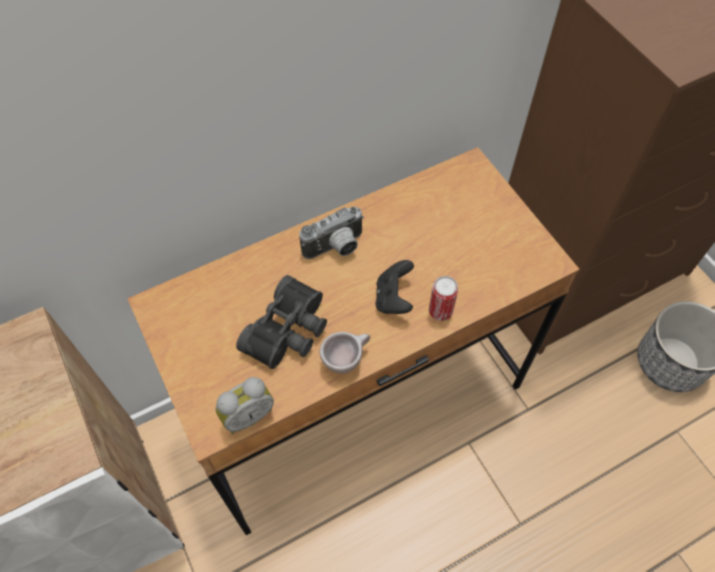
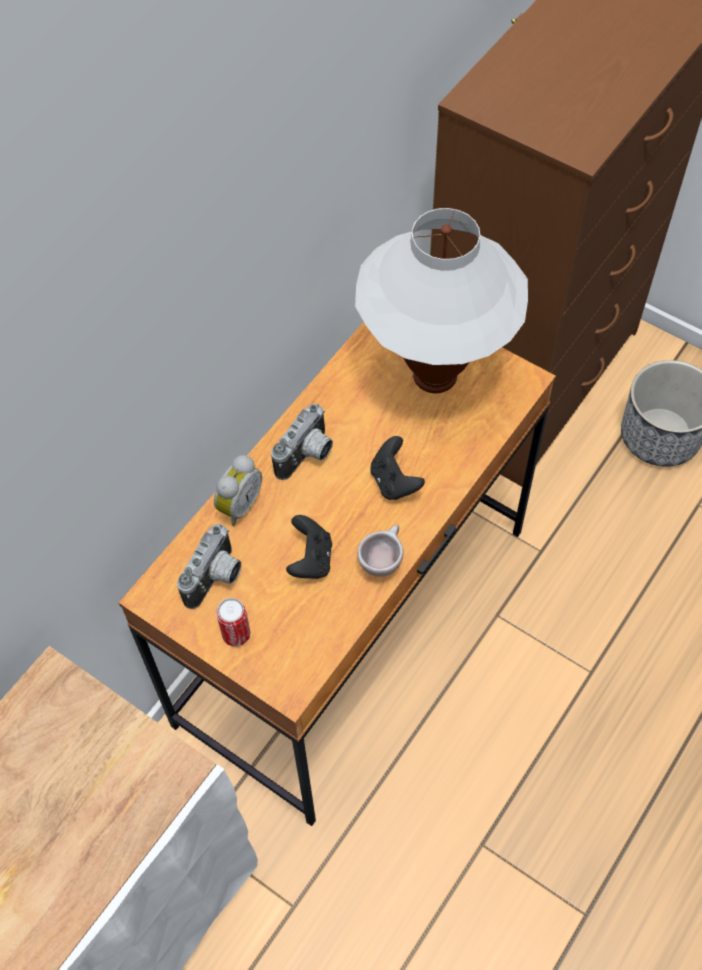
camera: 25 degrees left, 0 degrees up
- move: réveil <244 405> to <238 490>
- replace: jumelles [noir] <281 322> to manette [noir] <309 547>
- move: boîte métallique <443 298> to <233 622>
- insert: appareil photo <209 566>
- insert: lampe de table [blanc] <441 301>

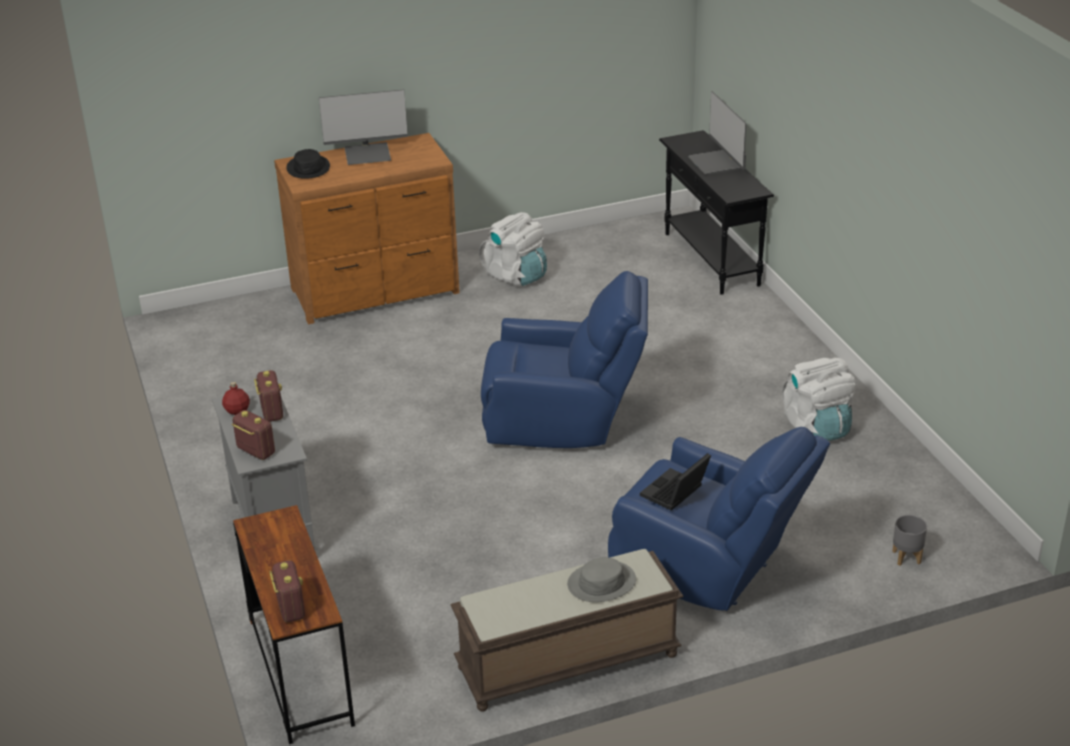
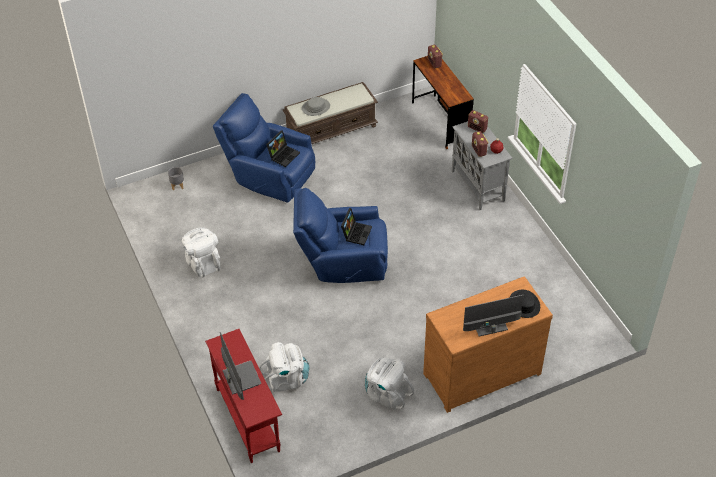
camera: 175 degrees right, 15 degrees up
- recolor: table console [noir] <716 212> to table console [rouge] <243 396>
- insert: sac à dos [blanc] <284 367>
- insert: ordinateur portable <356 226>

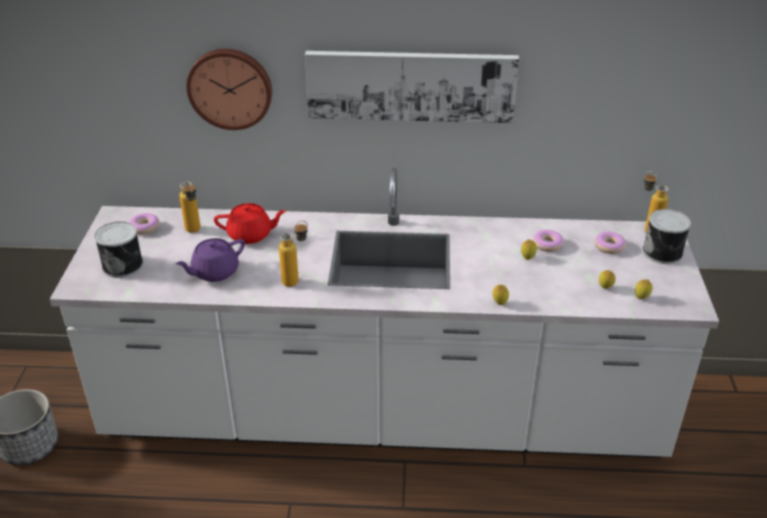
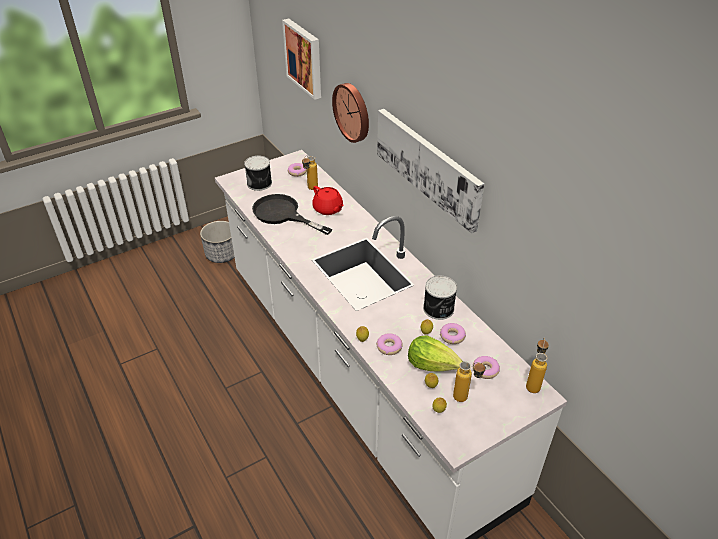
camera: 55 degrees right, 5 degrees up
- replace: théière [violet] <210 260> to poêle [noir] <292 214>
- move: bouteille <293 254> to <469 381>
- move: boîte métallique <666 236> to <440 297>
- insert: tableau <301 59>
- insert: beignet <389 344>
- insert: laitue <435 353>

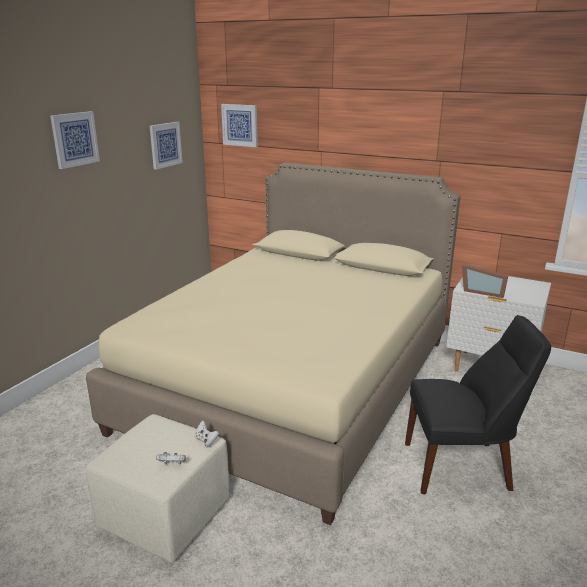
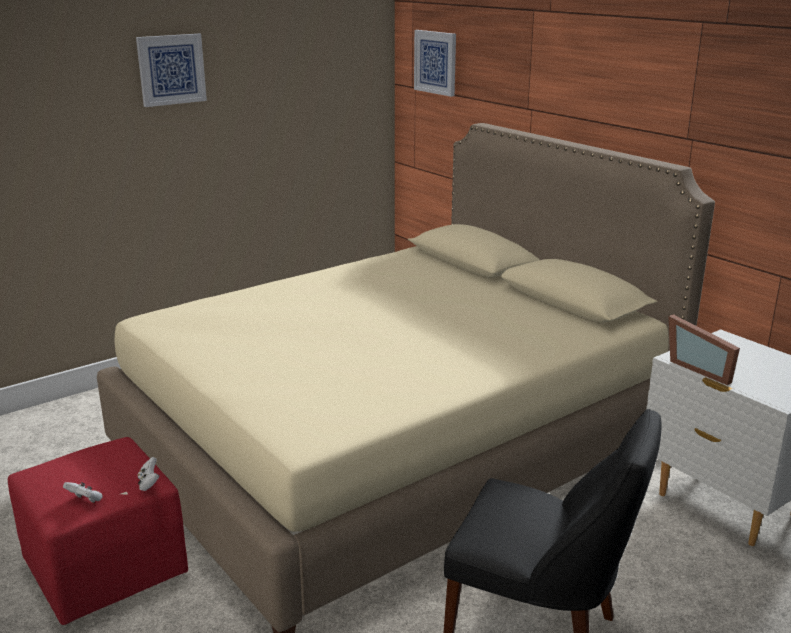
camera: 25 degrees right, 0 degrees up
- recolor: pouf [beige] <158 488> to pouf [rouge] <98 531>
- delete: tableau <166 145>

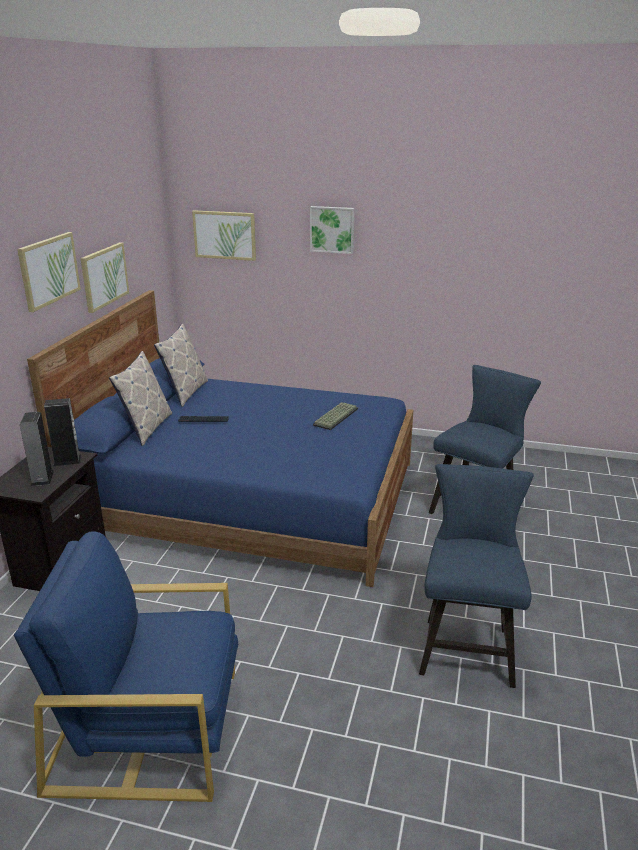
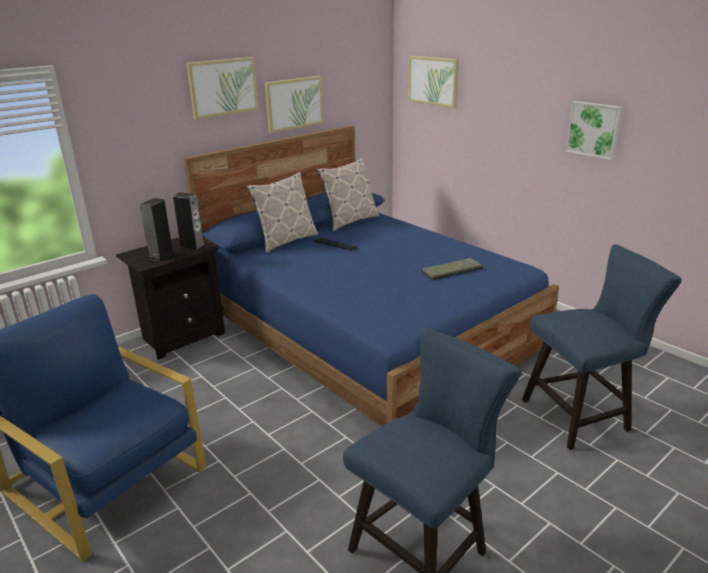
camera: 35 degrees right, 0 degrees up
- move: tableau <332 230> to <594 130>

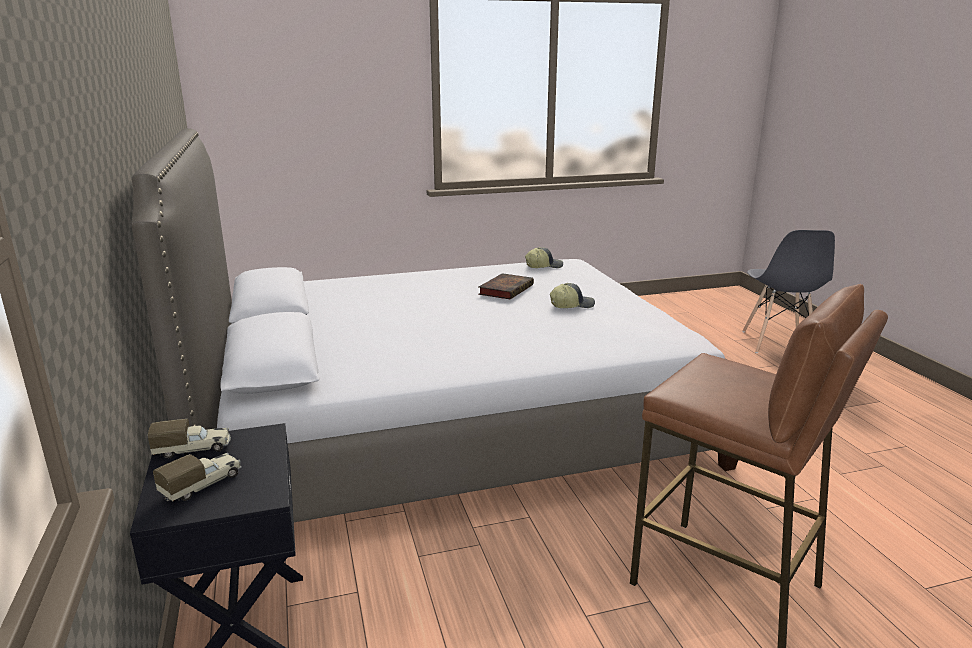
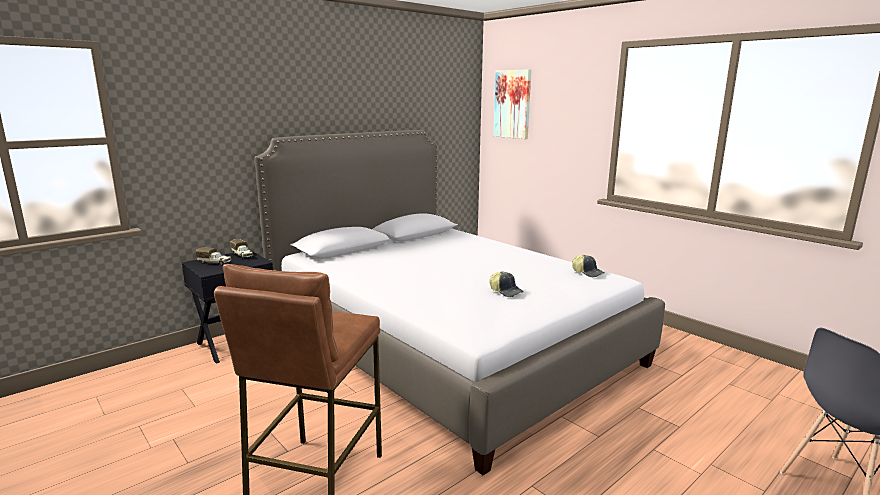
camera: 65 degrees right, 5 degrees down
- delete: livre <506 286>
- insert: tableau <512 104>

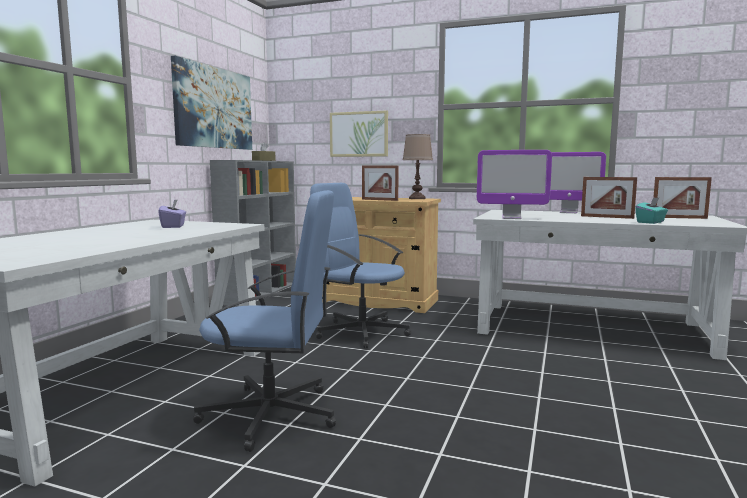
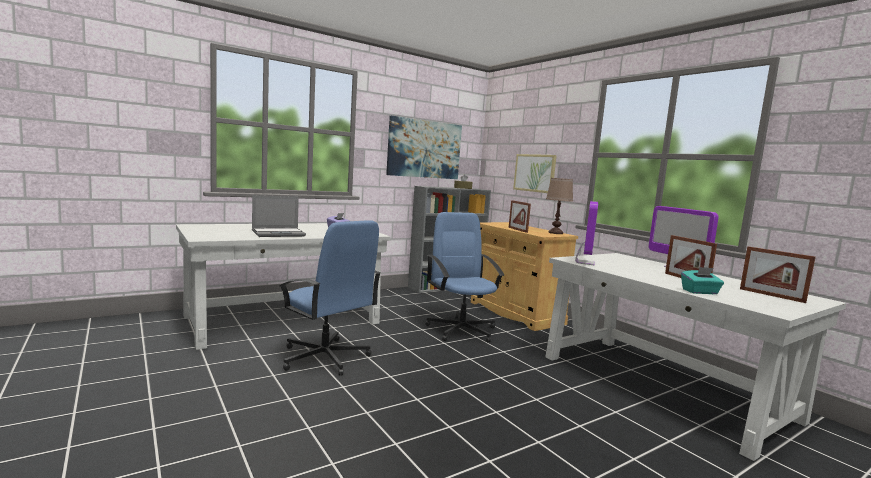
camera: 35 degrees right, 0 degrees up
- rotate: écran d'ordinateur <514 184> = <586 233> 120 degrees counterclockwise
- insert: ordinateur portable <279 216>

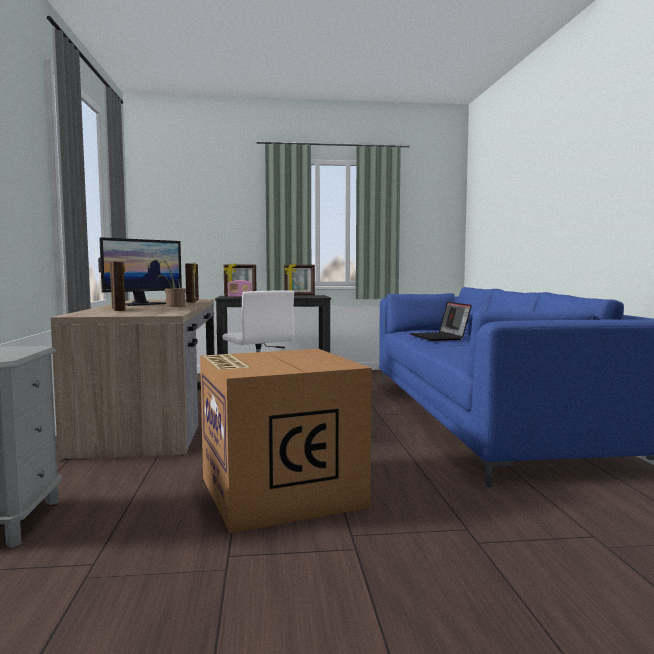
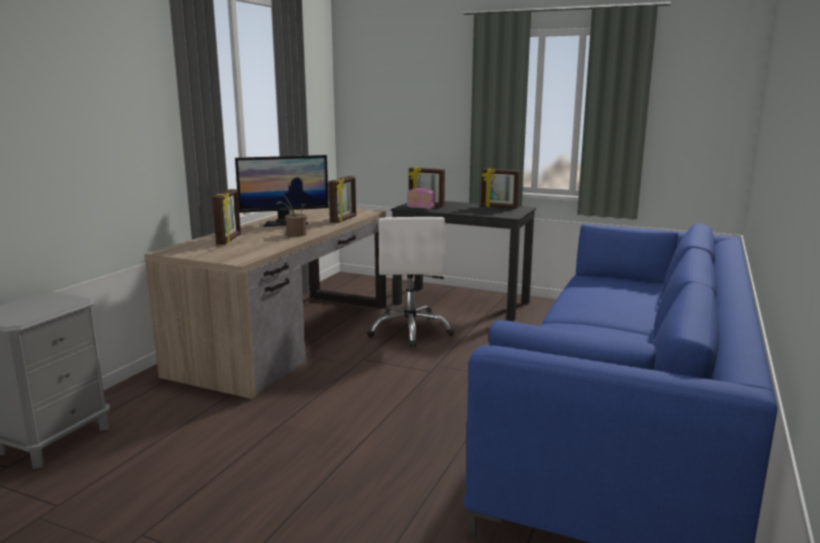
camera: 30 degrees right, 10 degrees up
- delete: carton <286 441>
- delete: ordinateur portable <441 321>

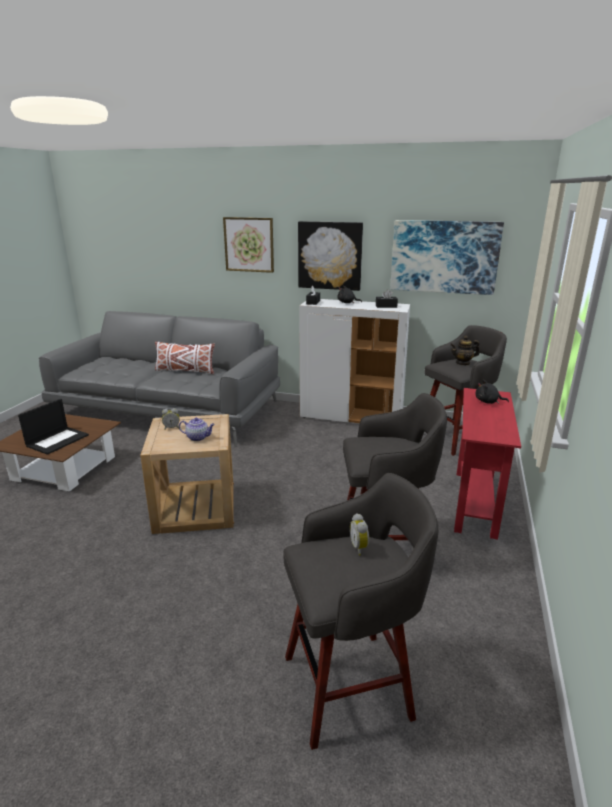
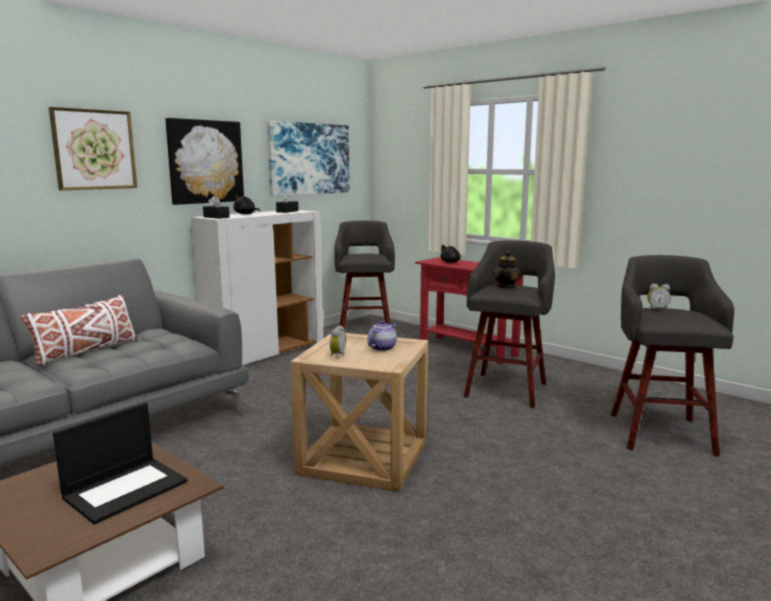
camera: 65 degrees left, 10 degrees down
- rotate: ordinateur portable <53 427> = <120 463> 75 degrees clockwise
- move: théière <465 351> to <507 269>

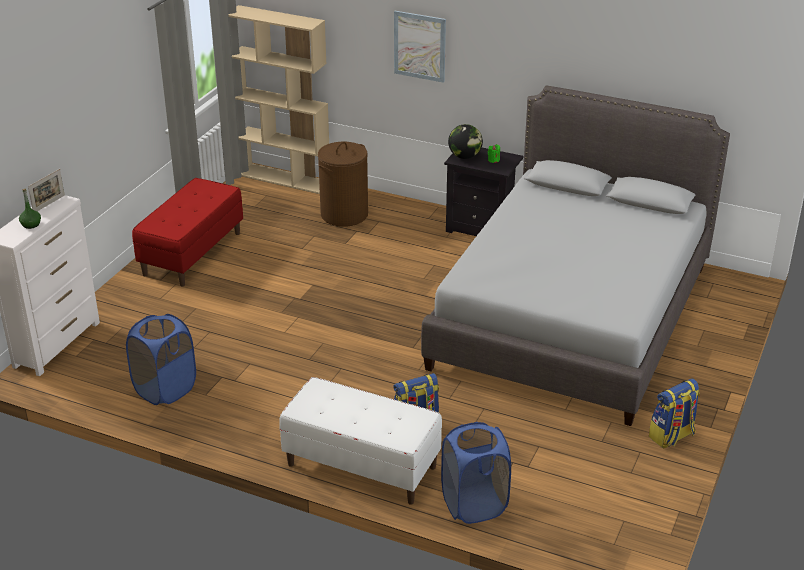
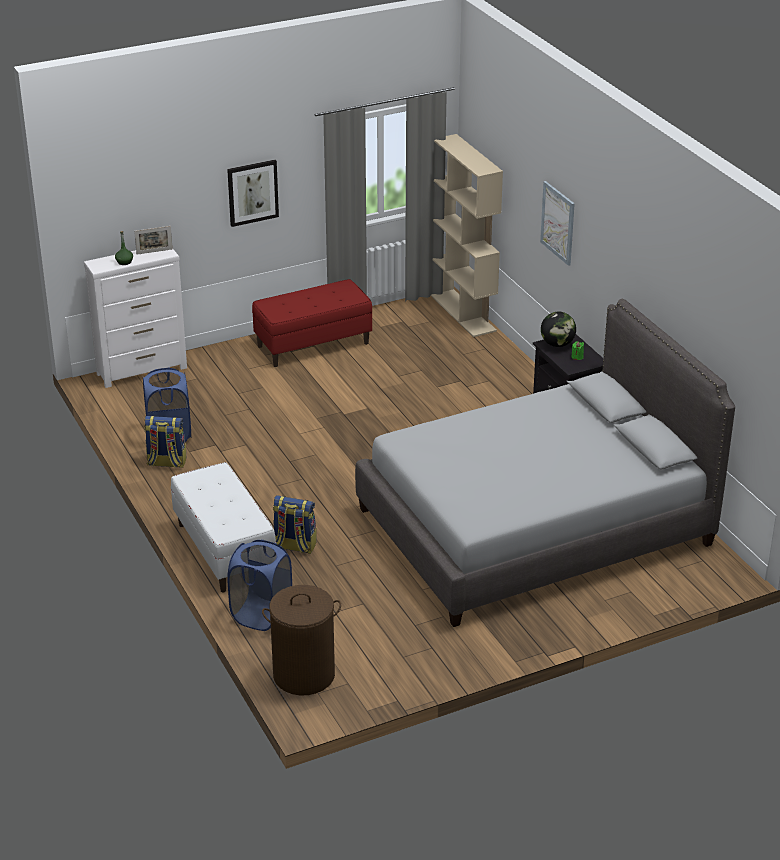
camera: 40 degrees right, 0 degrees up
- move: panier à linge [marron] <343 184> to <301 640>
- move: sac à dos <674 414> to <165 442>
- insert: tableau <253 193>

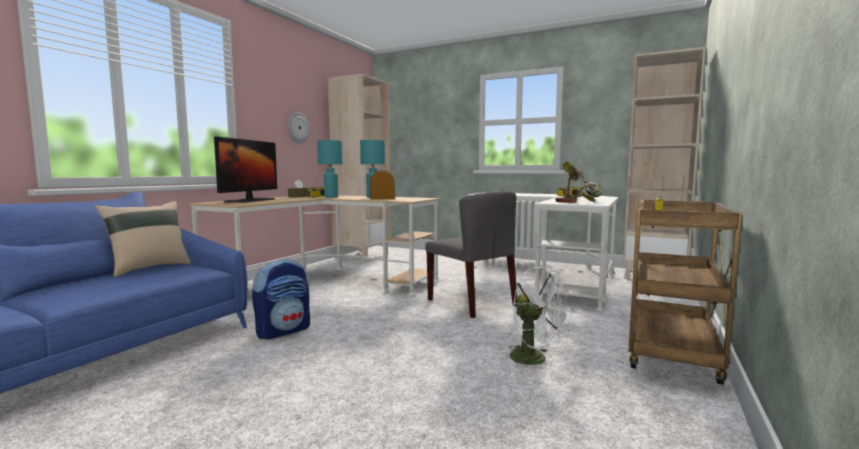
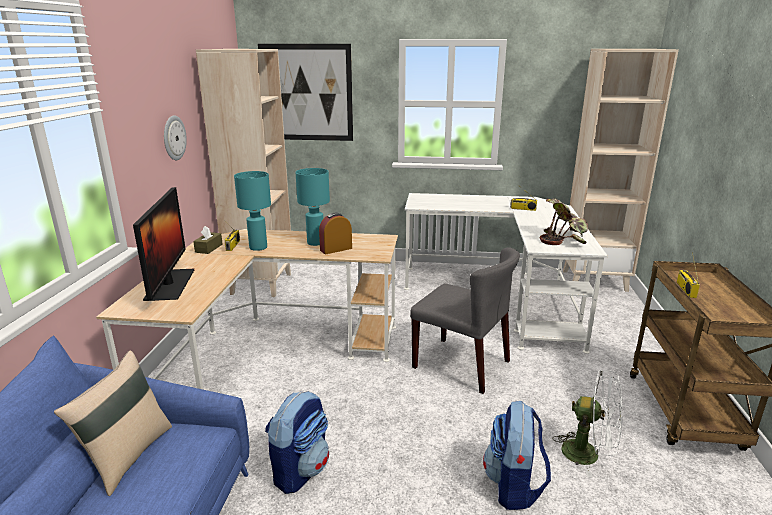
camera: 20 degrees left, 15 degrees up
- insert: tableau <305 92>
- insert: sac à dos <517 455>

